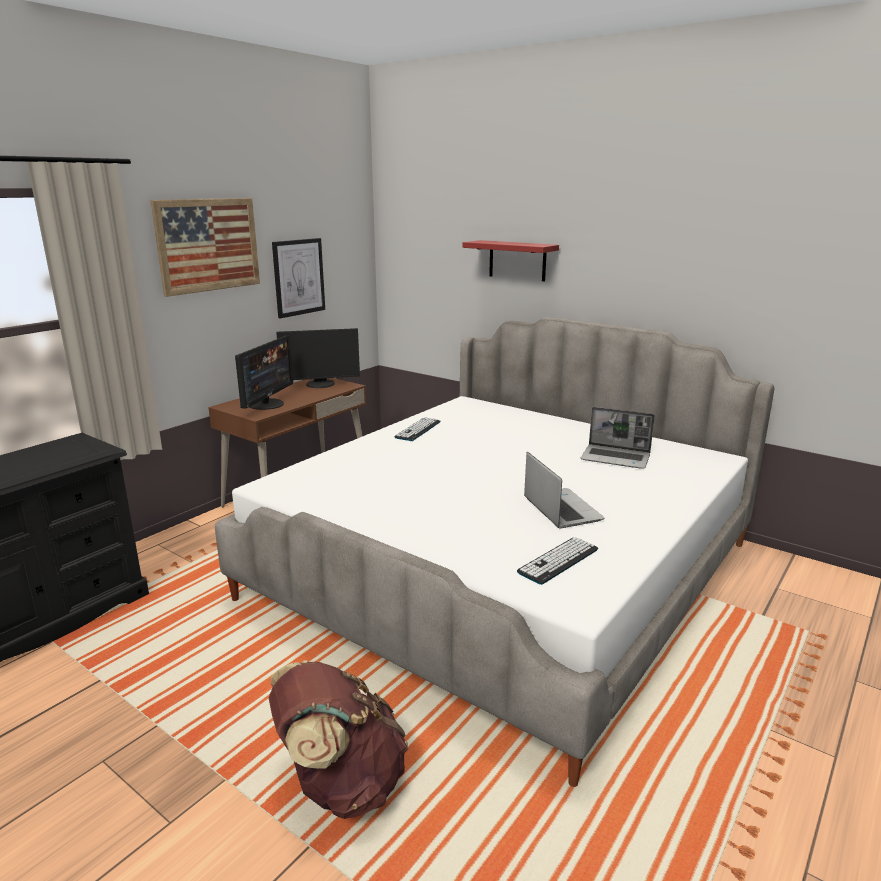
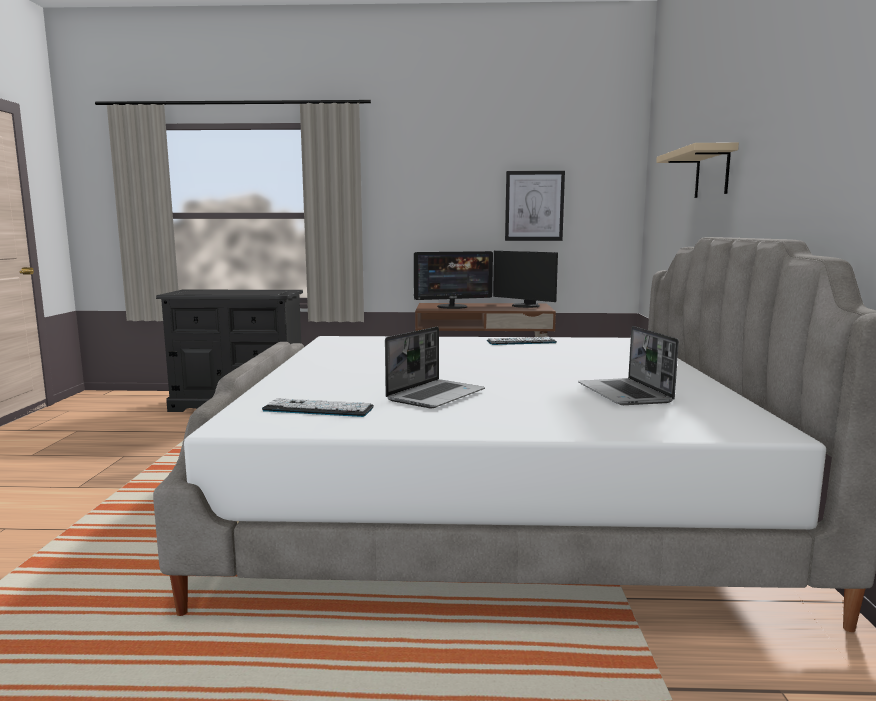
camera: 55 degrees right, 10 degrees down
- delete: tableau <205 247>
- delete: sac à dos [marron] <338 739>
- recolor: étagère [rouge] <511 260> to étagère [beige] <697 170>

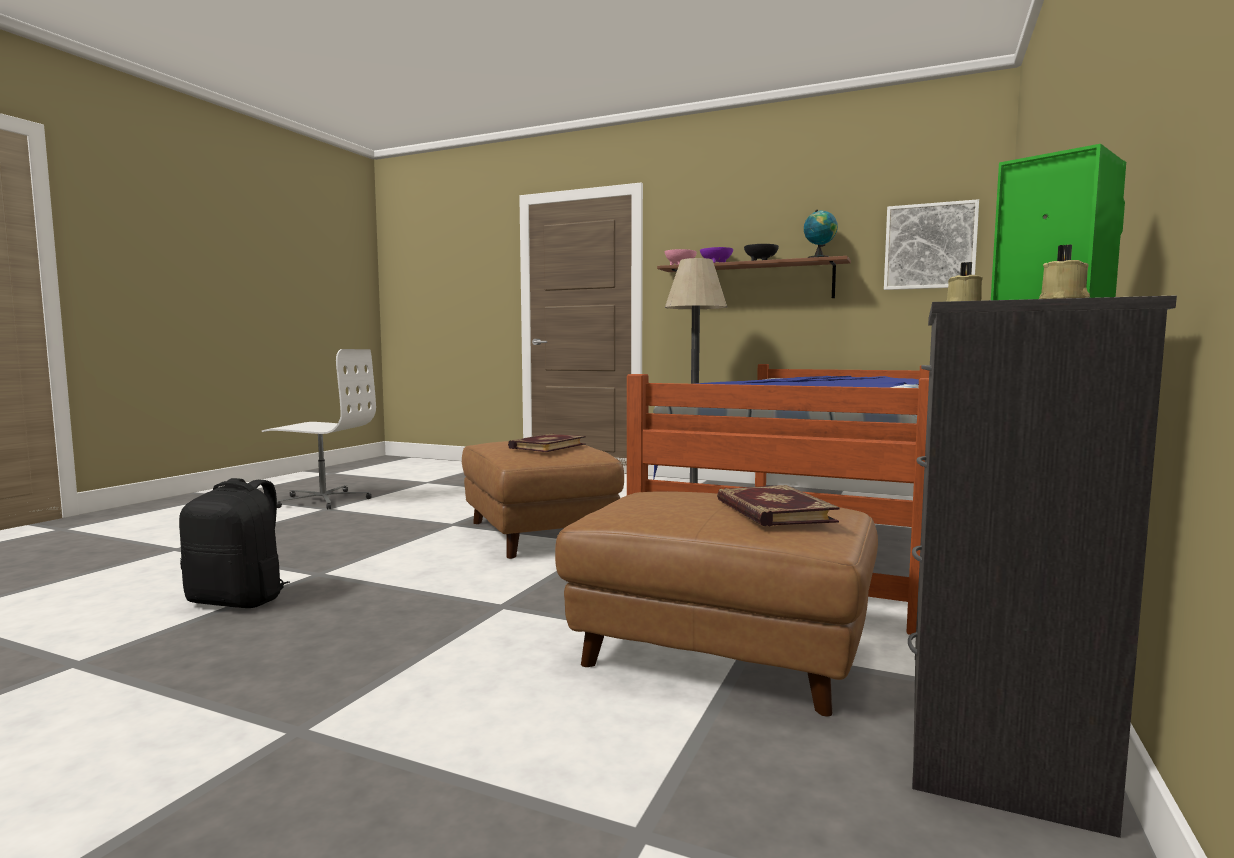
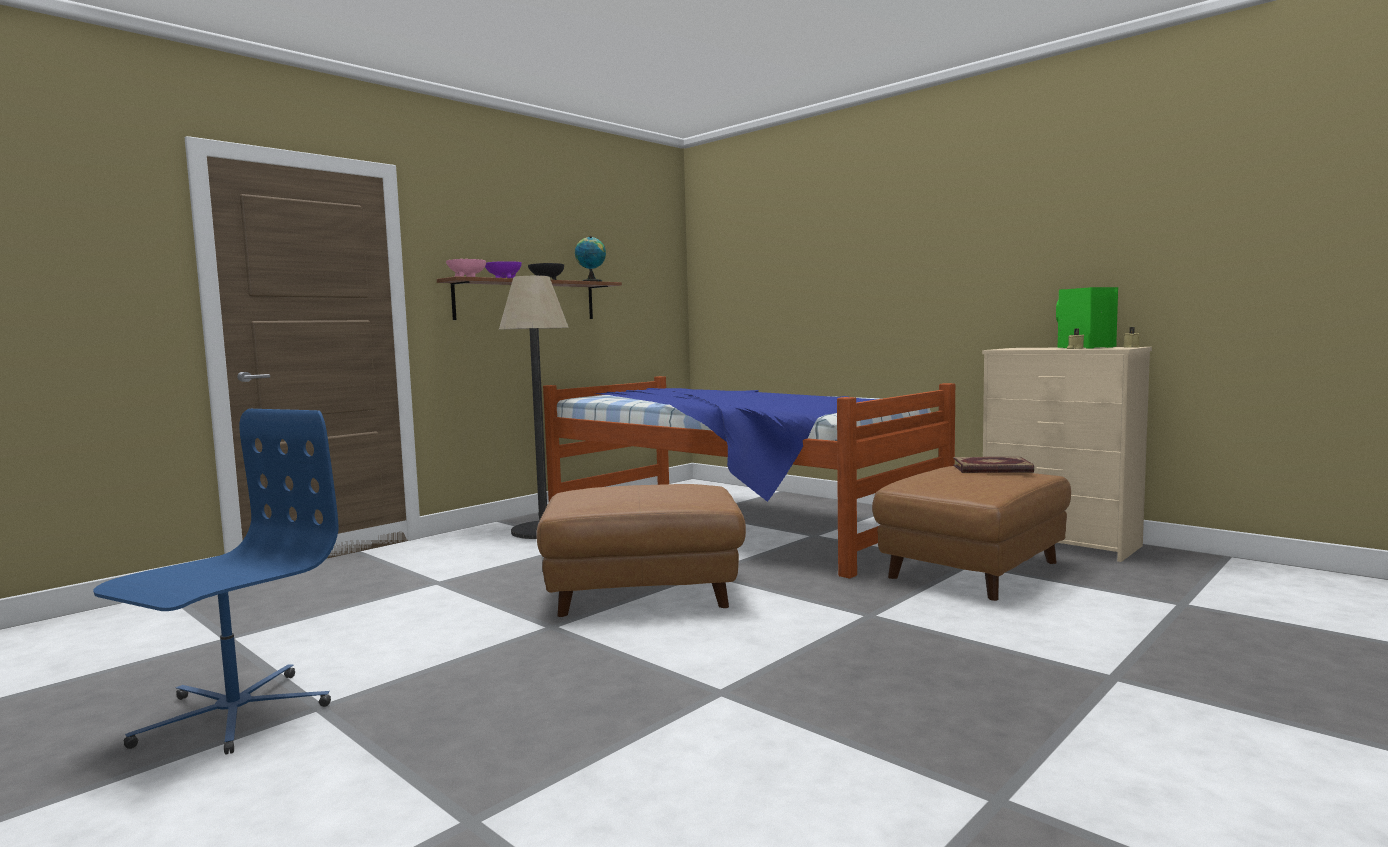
camera: 70 degrees left, 0 degrees up
- delete: sac à dos [noir] <234 543>
- recolor: chaise de bureau [blanc] <319 429> to chaise de bureau [bleu] <215 582>
- delete: livre <547 443>
- delete: tableau <931 244>
- recolor: commode [noir] <1042 567> to commode [beige] <1067 454>

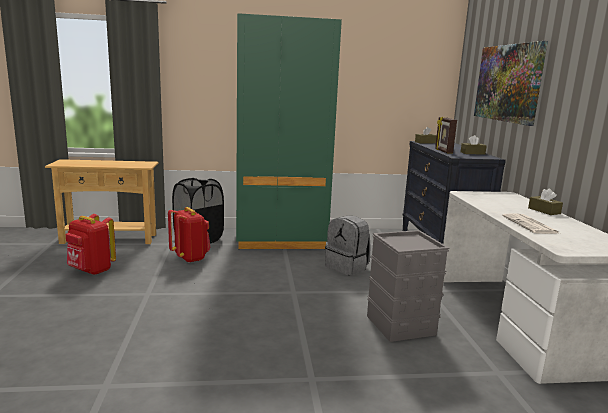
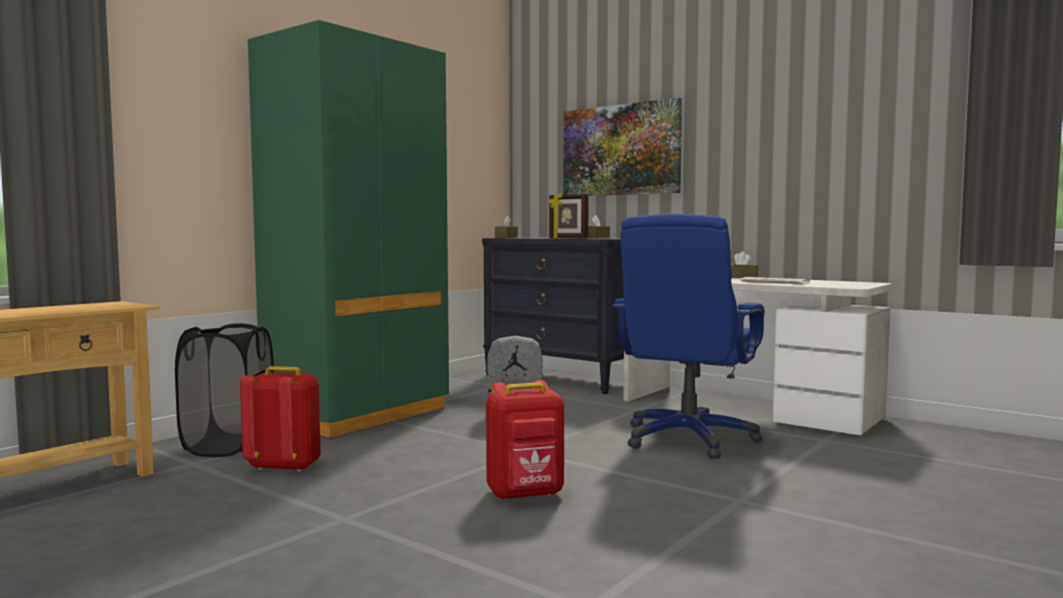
camera: 45 degrees left, 10 degrees down
- move: sac à dos [rouge] <91 244> to <525 440>
- replace: boîte de rangement [gris] <408 286> to chaise de bureau [bleu] <688 336>

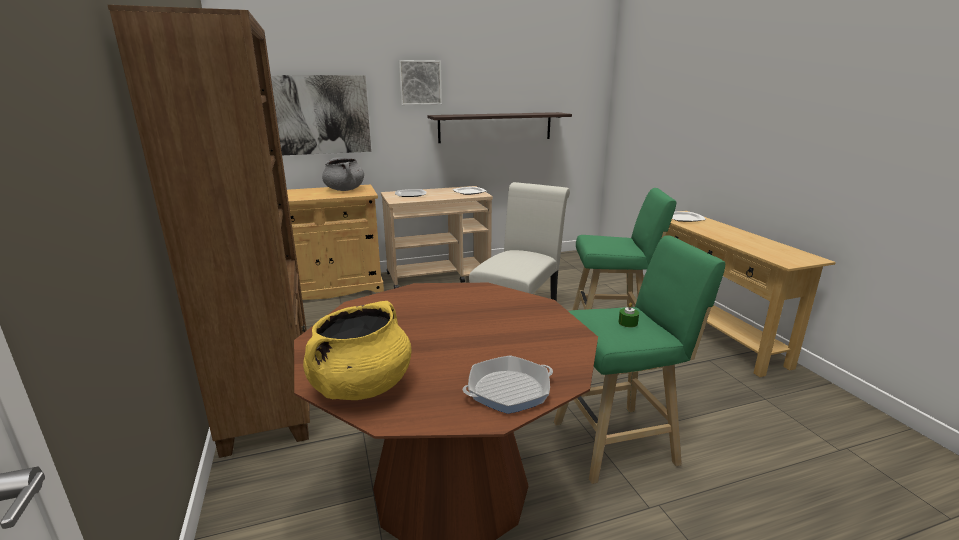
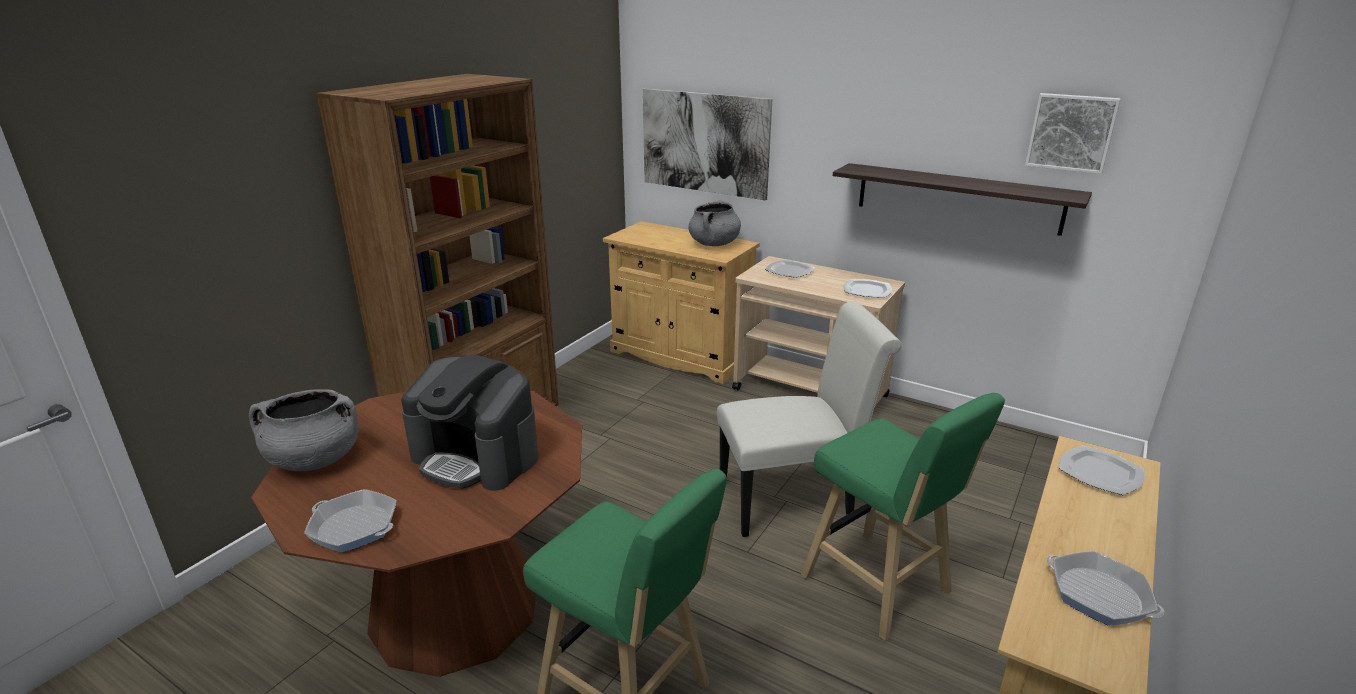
camera: 50 degrees right, 5 degrees up
- recolor: marmite [jaune] <357 350> to marmite [gris] <304 430>
- move: tableau <420 82> to <1073 133>
- delete: bougie [vert] <629 315>
- insert: machine à café <469 423>
- insert: poêle <1106 588>

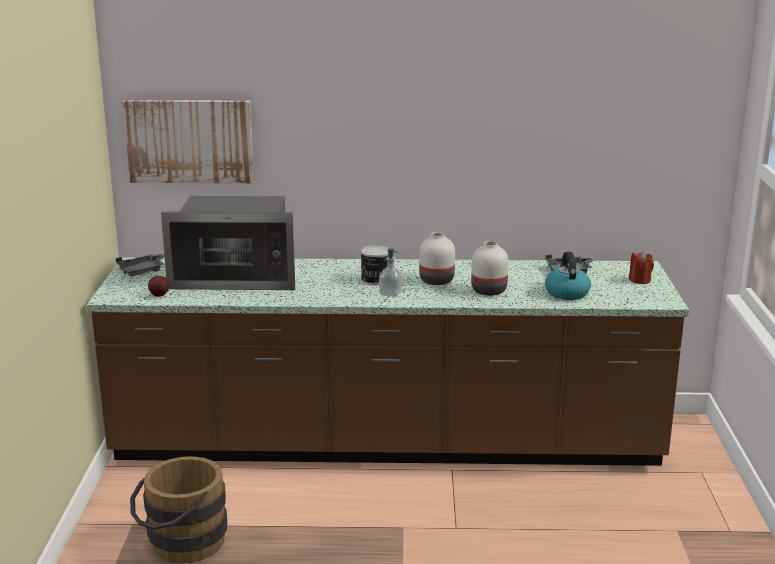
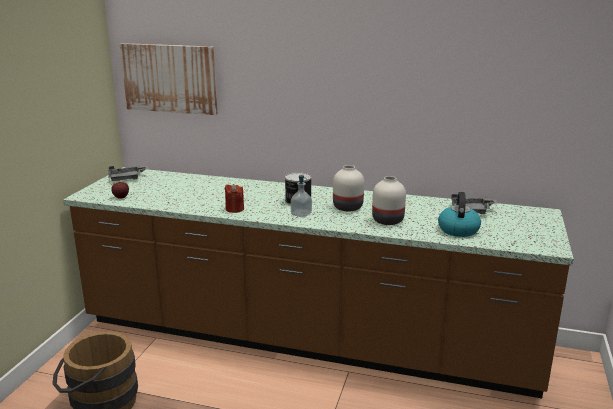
camera: 15 degrees right, 0 degrees up
- delete: micro-ondes <228 243>
- move: bougie [rouge] <641 267> to <234 198>

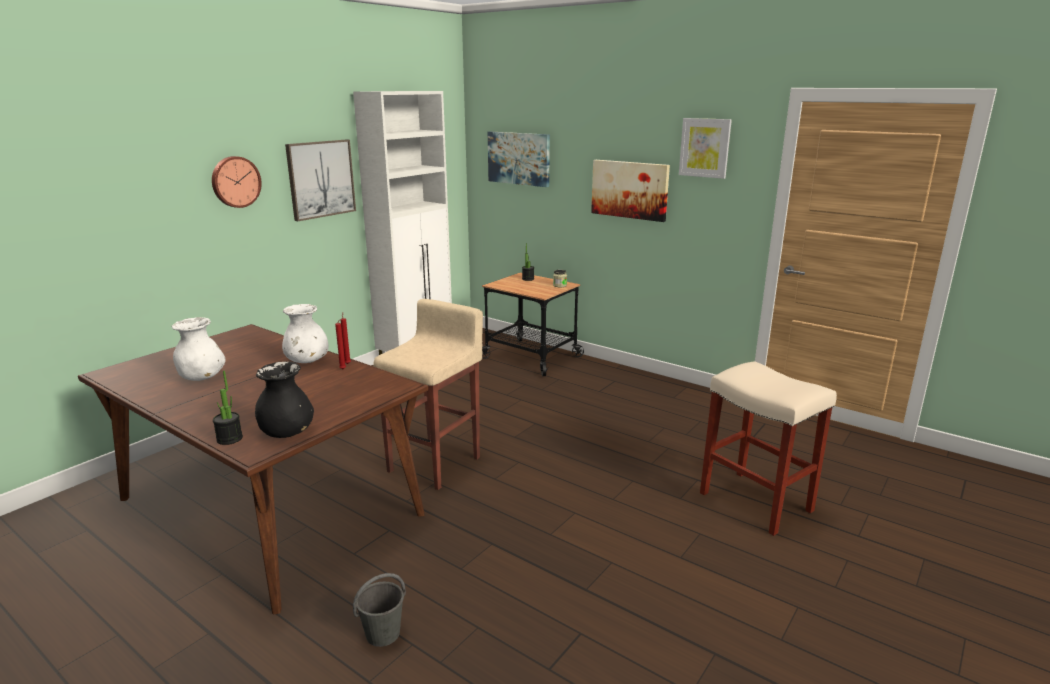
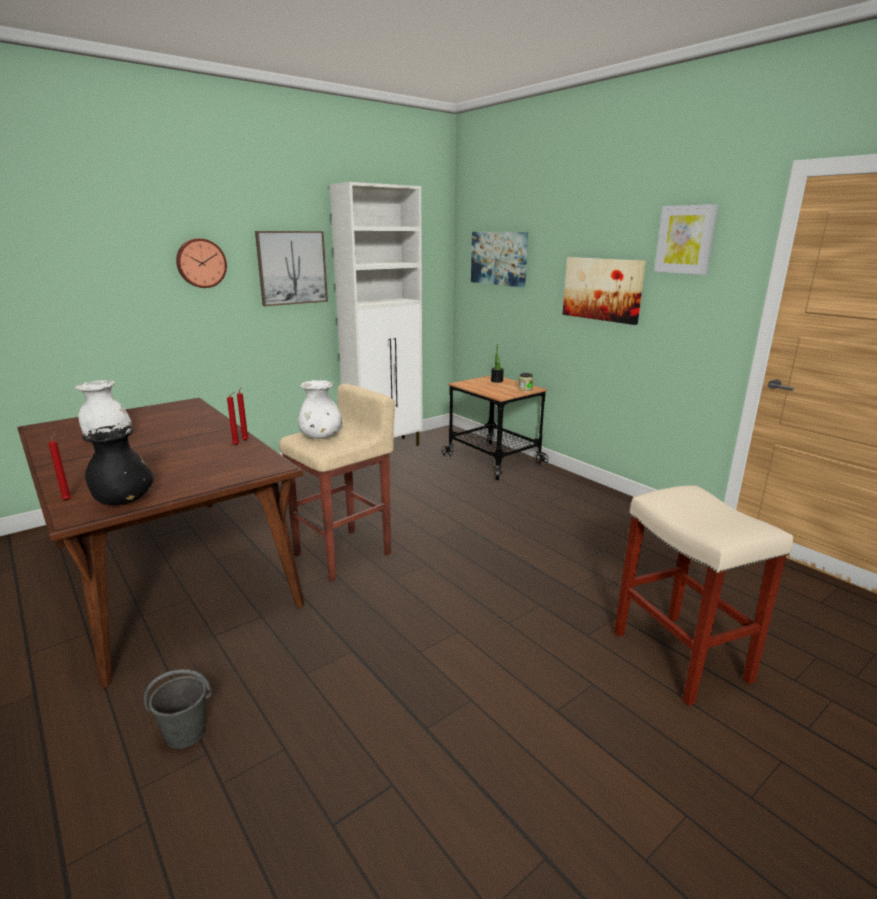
camera: 15 degrees right, 0 degrees up
- replace: plante en pot <228 407> to bougie [rouge] <59 466>
- move: vase [blanc] <305 333> to <320 409>

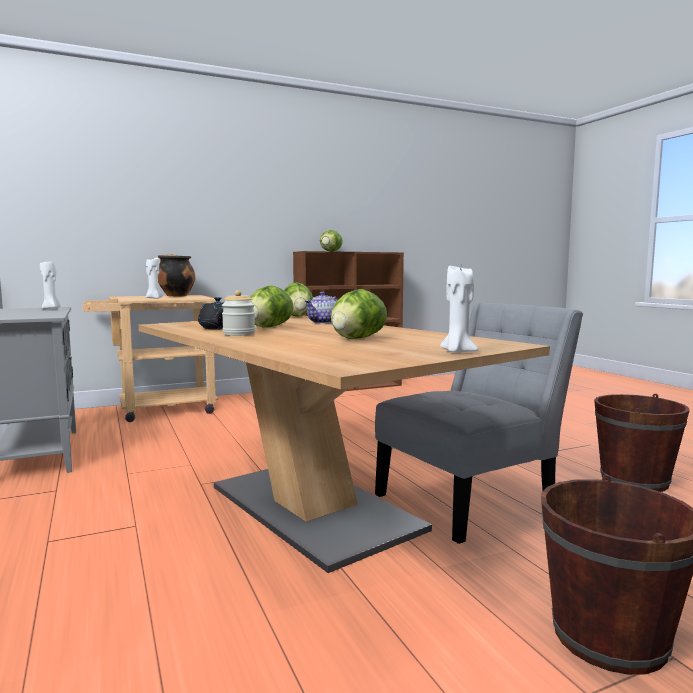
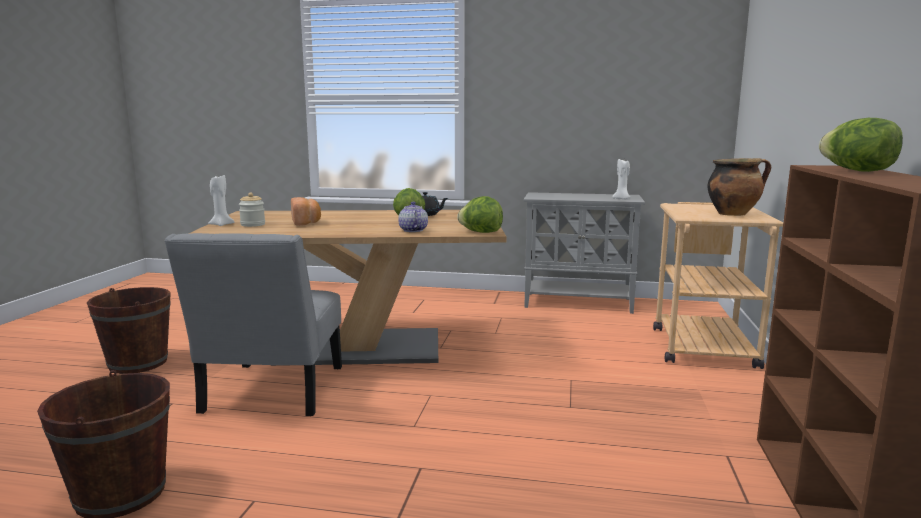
camera: 125 degrees right, 5 degrees up
- delete: bougie [blanc] <154 278>
- move: bocal <238 313> to <252 210>
- replace: laitue <359 314> to pain <306 211>

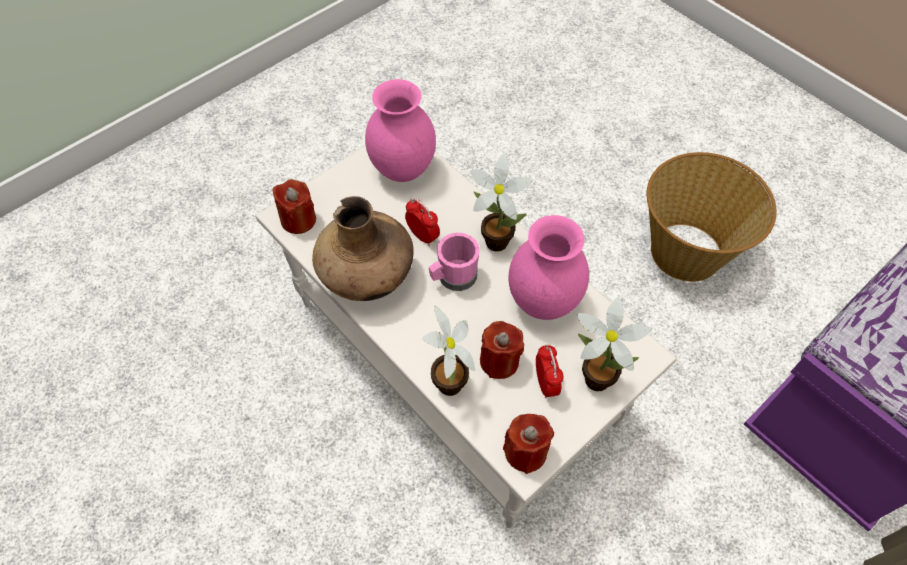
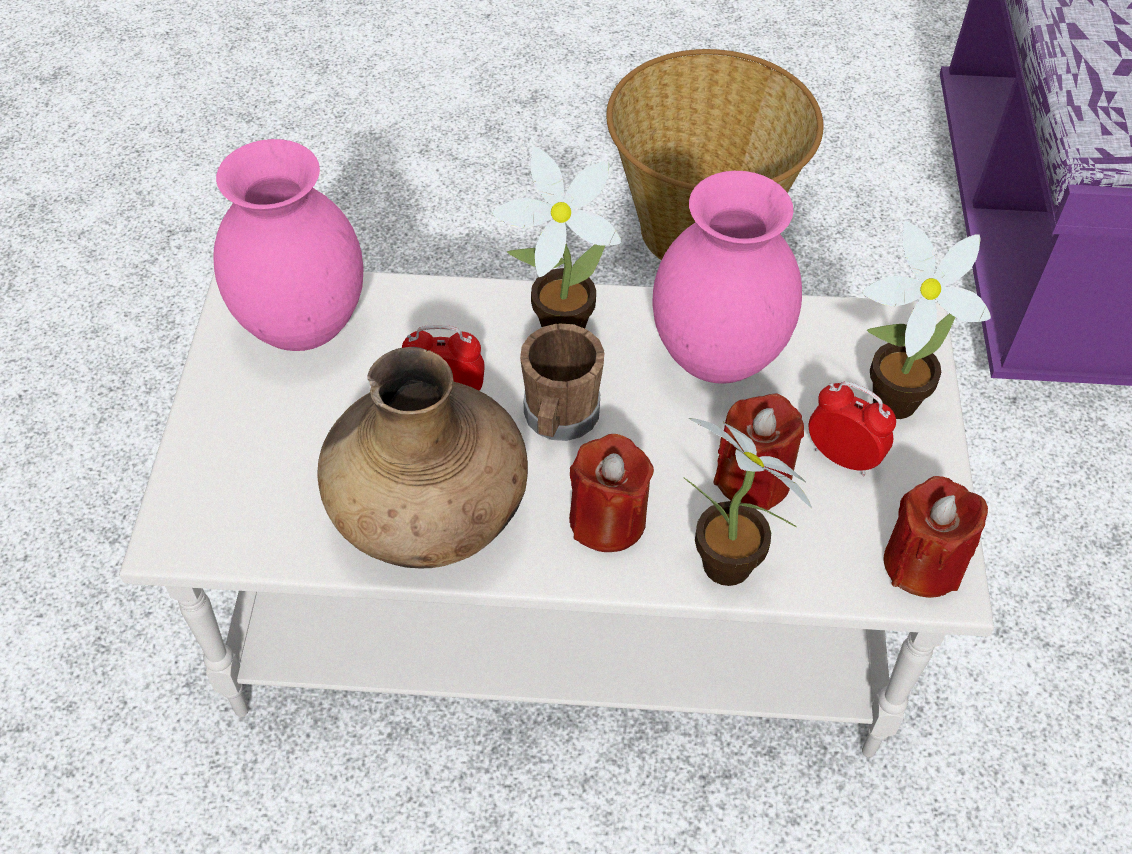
camera: 45 degrees left, 5 degrees down
- move: bougie [rouge] <294 206> to <611 493>
- recolor: mug [rose] <454 262> to mug [marron] <562 382>

